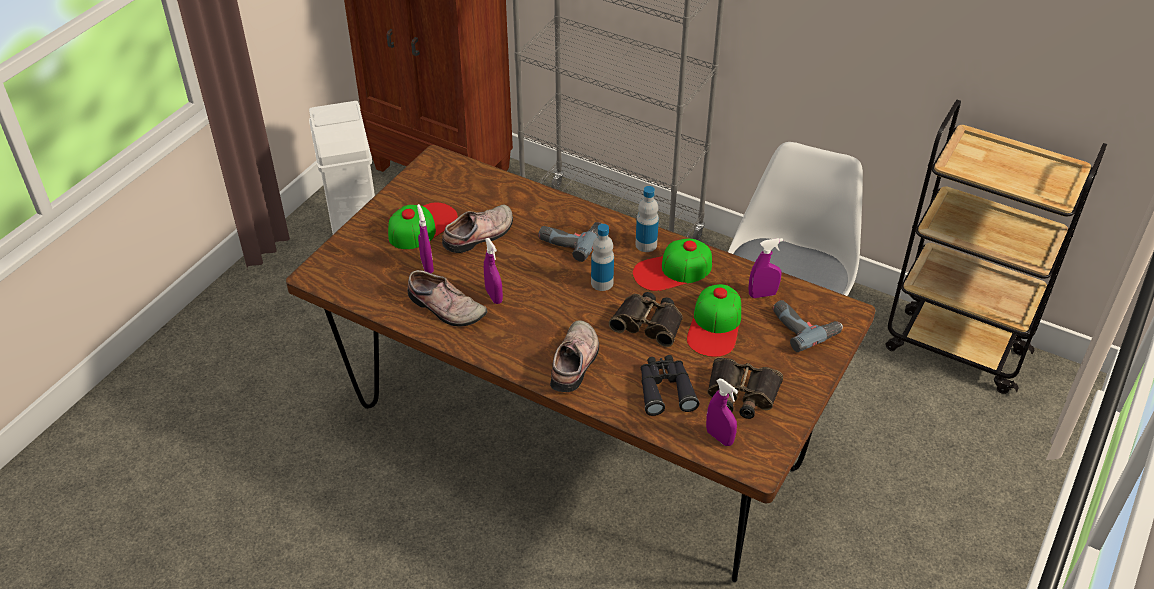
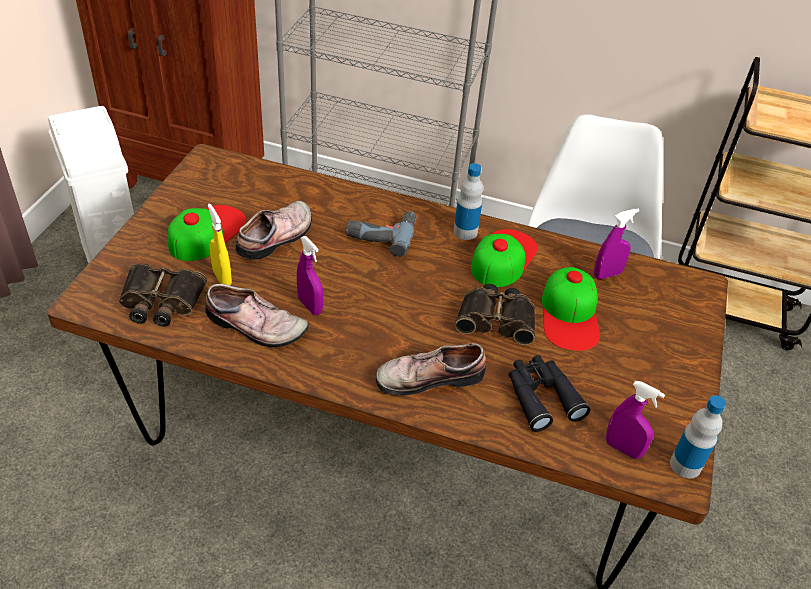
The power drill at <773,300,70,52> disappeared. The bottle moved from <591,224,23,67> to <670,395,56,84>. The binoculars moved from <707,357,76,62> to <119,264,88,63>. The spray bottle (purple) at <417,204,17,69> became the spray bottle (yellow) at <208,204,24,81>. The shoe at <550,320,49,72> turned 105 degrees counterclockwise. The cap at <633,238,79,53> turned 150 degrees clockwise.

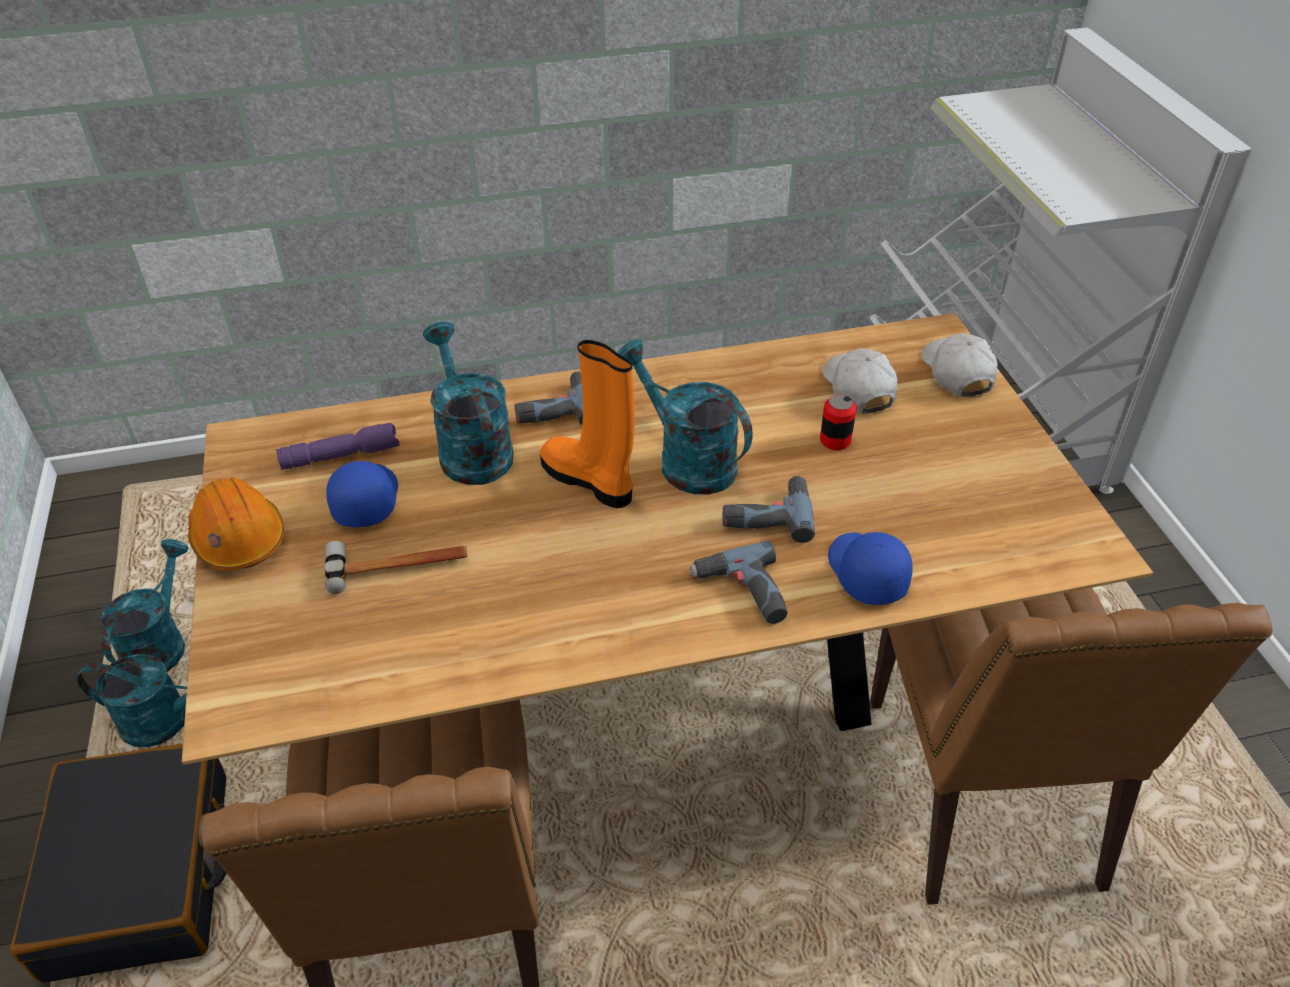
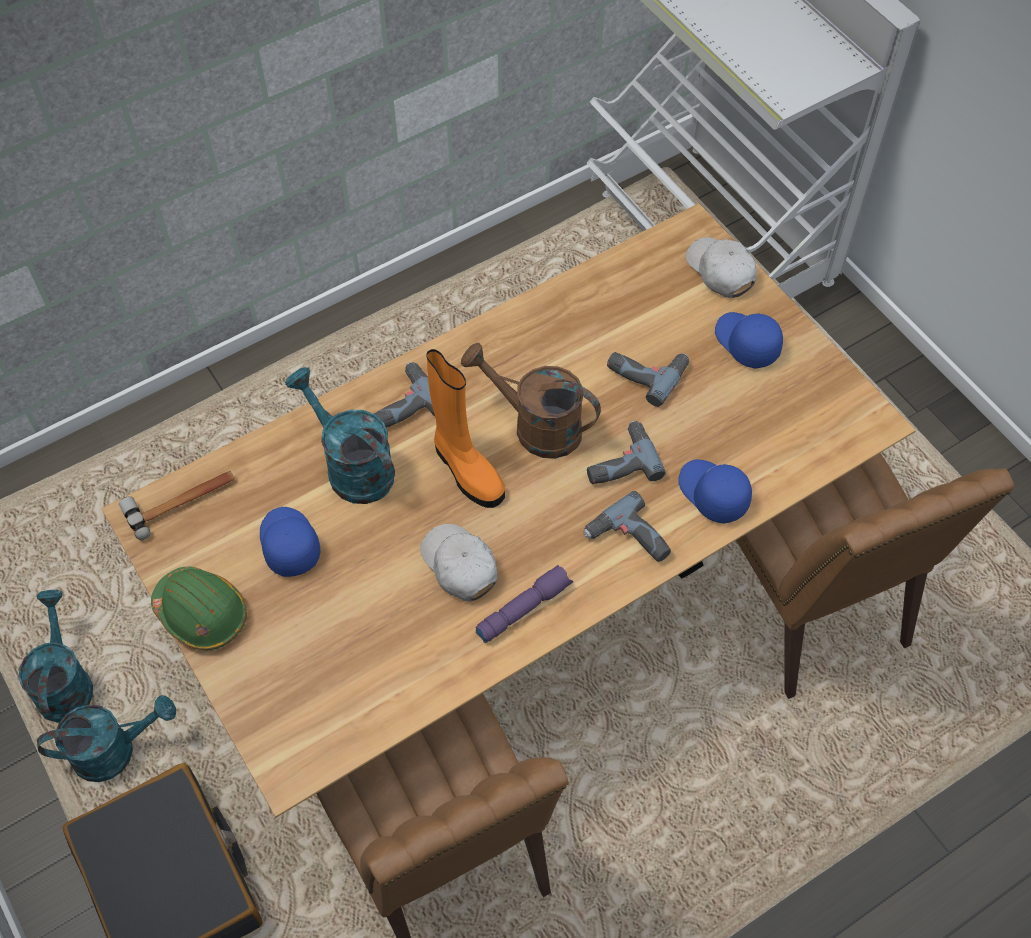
The cap (blue) at <715,312,68,57> appeared. The flashlight (purple) moved from <276,423,124,47> to <476,565,97,78>. The hammer moved from <325,541,142,53> to <119,471,116,69>. The cap (white) moved from <822,348,76,65> to <420,524,77,78>. The can at <820,395,37,55> was replaced by the power drill at <607,352,82,55>. The hard hat (orange) at <188,477,96,93> became the hard hat (green) at <151,566,96,84>. The watering can (turquoise) at <617,340,136,154> became the watering can (brown) at <461,343,140,116>. The boot (orange) at <540,340,95,168> turned 150 degrees counterclockwise.

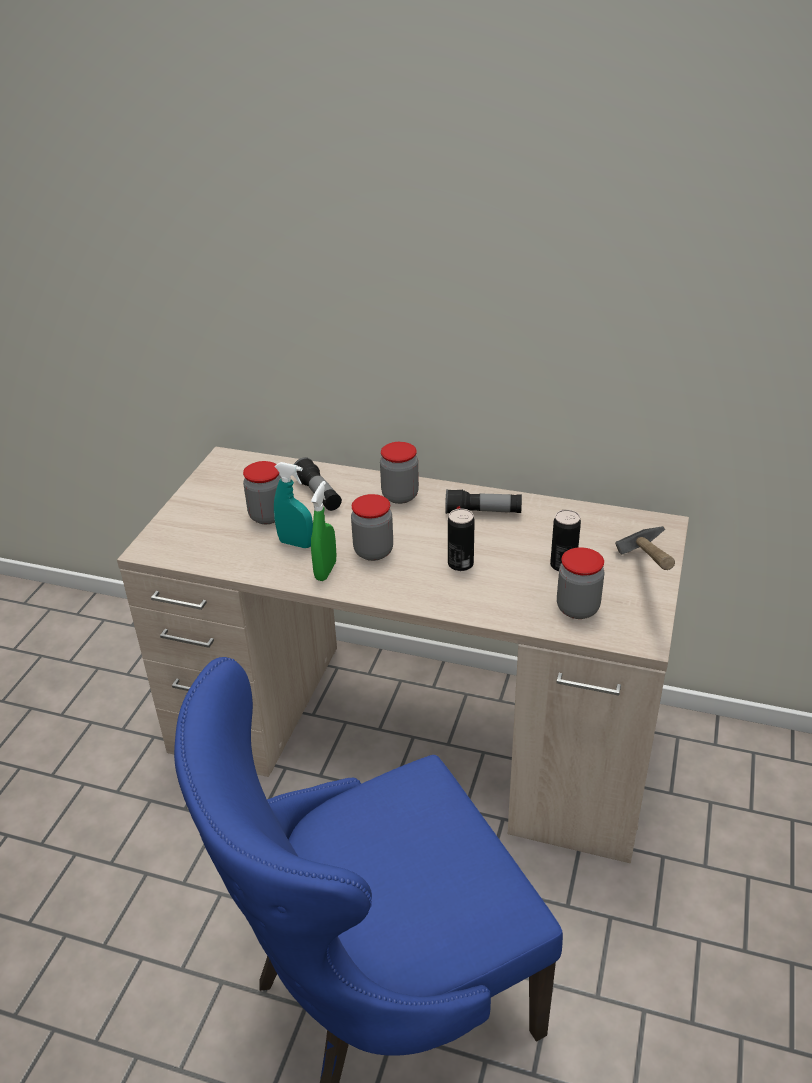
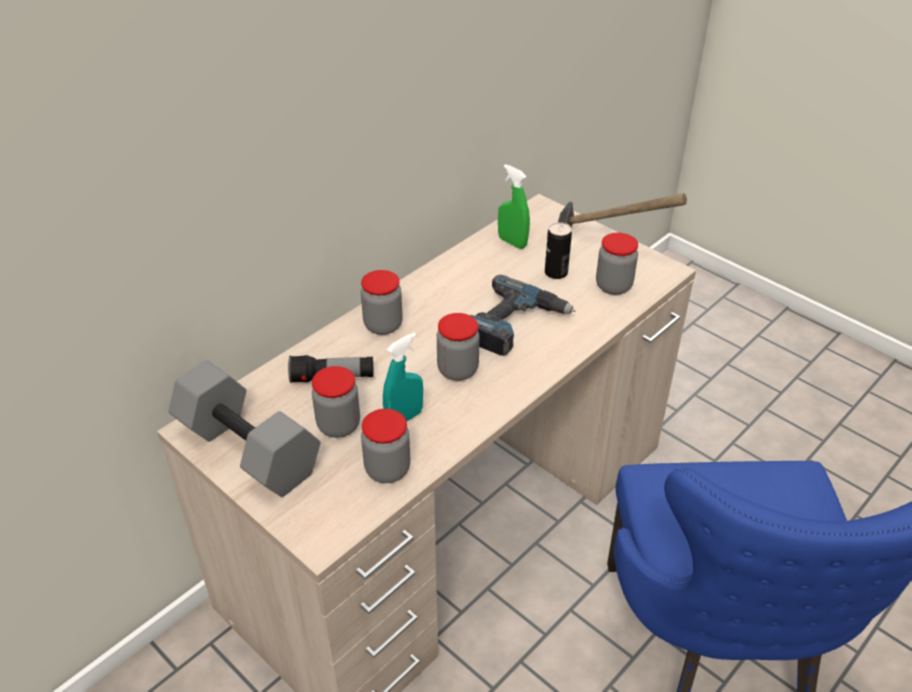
The flashlight at <445,489,77,25> disappeared. The dumbbell (grey) at <169,360,151,137> appeared. The jar at <361,409,49,74> appeared. The spray bottle (green) moved from <311,481,25,100> to <498,164,32,85>. The can at <448,508,27,63> was replaced by the power drill at <470,275,105,81>.

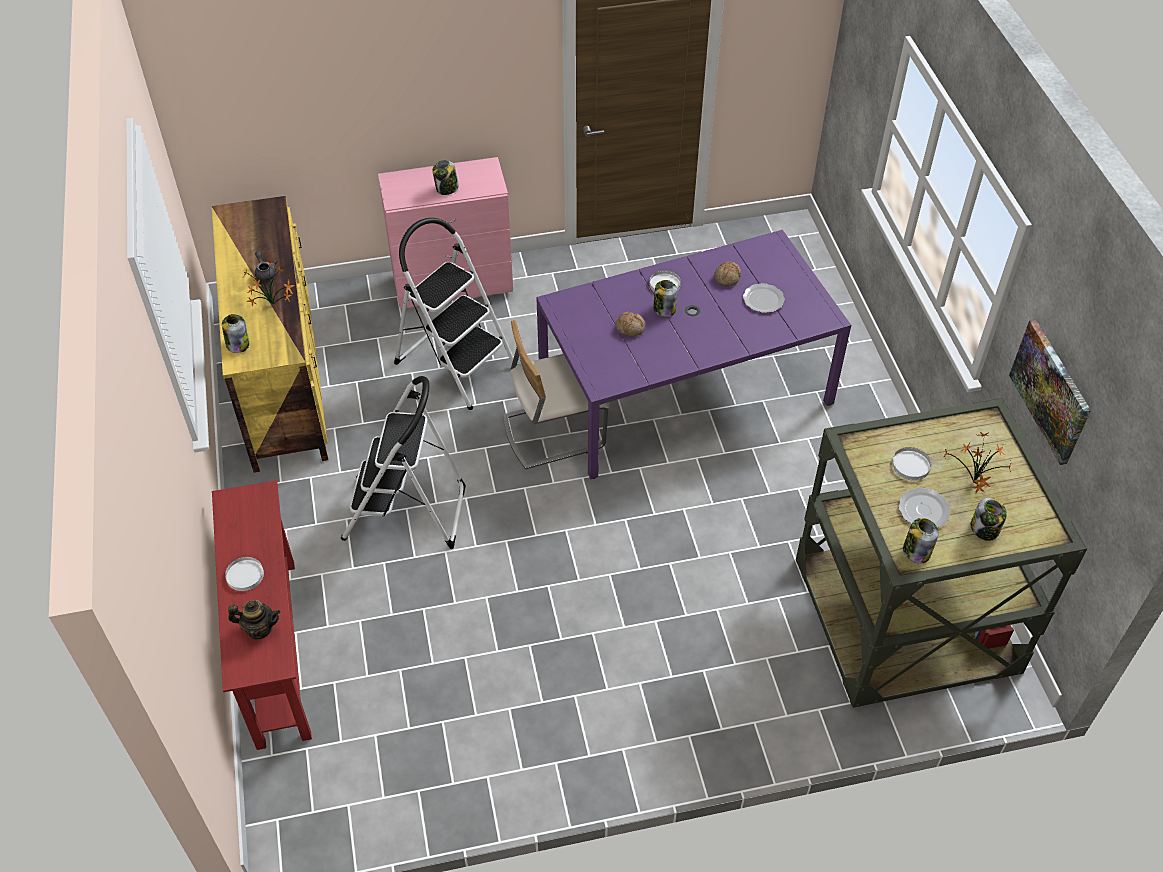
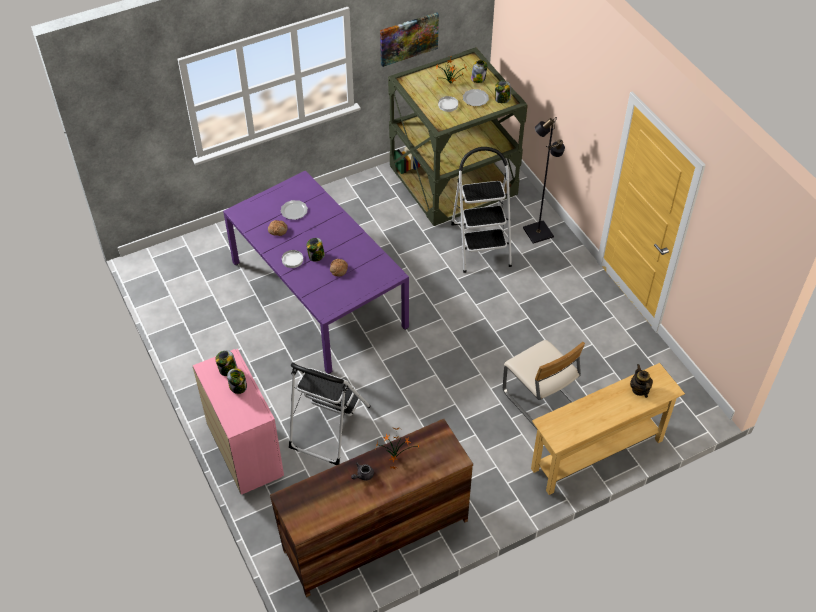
The plate (white) at <225,557,39,34> disappeared. The floor lamp (black) at <523,117,42,127> appeared. The jar moved from <222,314,27,39> to <215,350,22,26>. The step ladder moved from <341,376,125,173> to <451,147,61,126>. The chair (beige) moved from <503,320,107,150> to <503,340,82,89>. The cabinet (yellow) at <212,196,116,277> became the cabinet (brown) at <270,419,203,178>. The console table (red) at <212,480,100,270> became the console table (beige) at <531,363,154,132>.

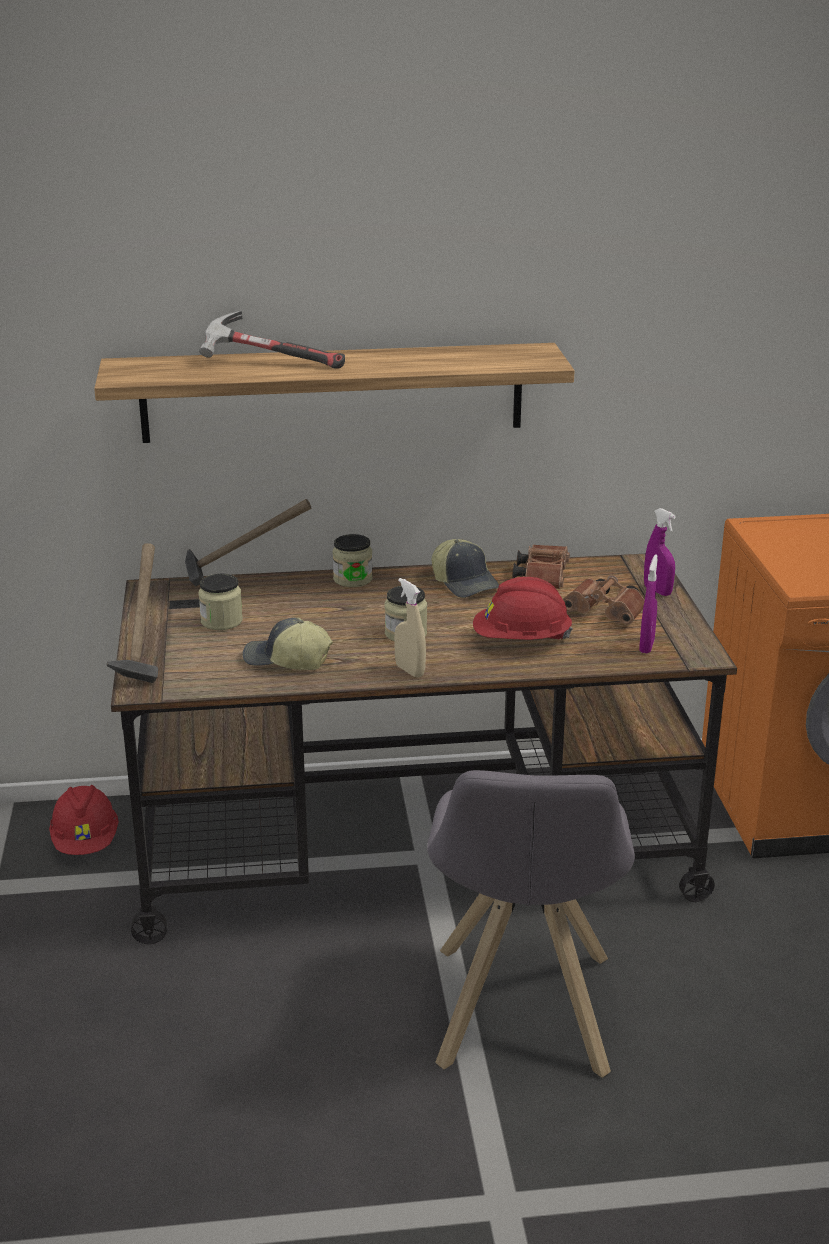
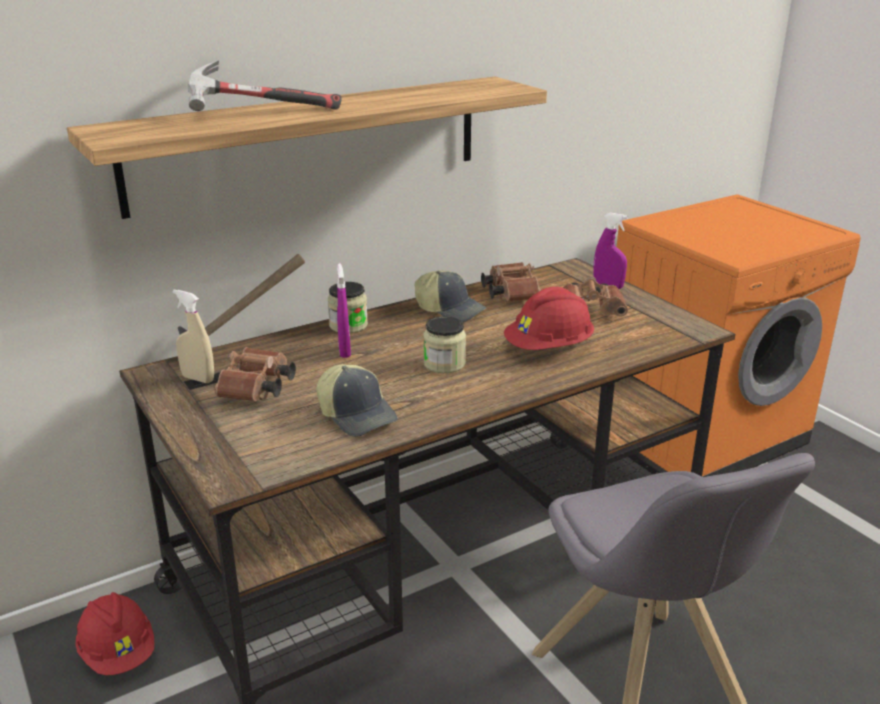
The hammer at <107,543,51,140> disappeared. The spray bottle (beige) moved from <394,578,32,100> to <173,290,41,93>. The spray bottle (purple) moved from <639,555,19,98> to <337,263,14,95>. The jar at <199,574,44,56> was replaced by the binoculars (brown) at <215,347,81,54>. The cap at <242,618,91,52> turned 120 degrees counterclockwise.

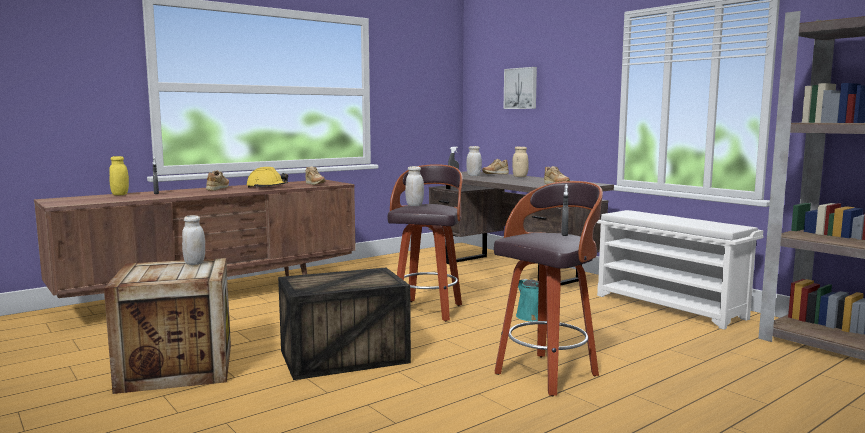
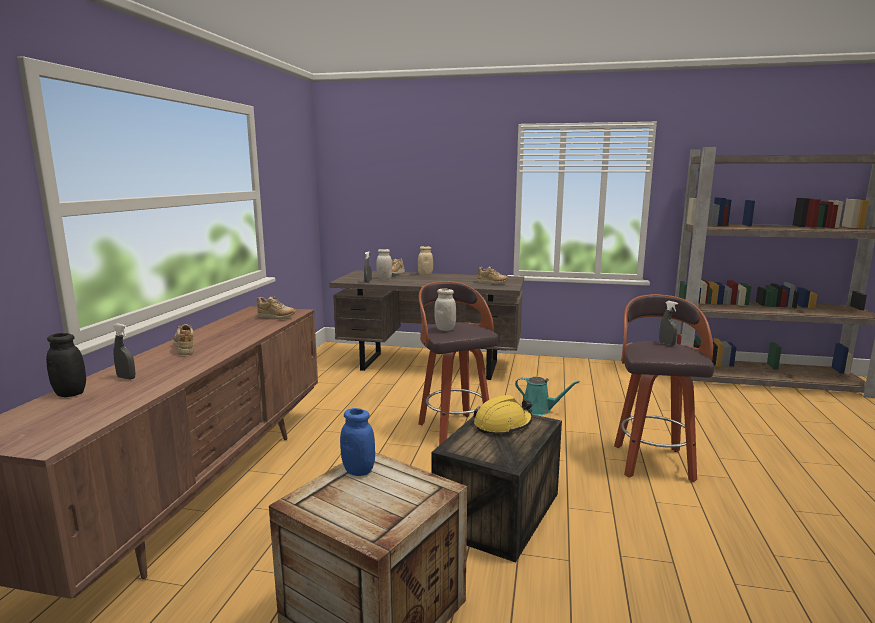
The picture at <504,67,33,42> disappeared. The shoe rack (white) at <597,210,167,120> disappeared. The hard hat (yellow) moved from <246,167,42,21> to <473,395,60,39>. The jar (yellow) at <109,156,20,39> became the jar (black) at <46,333,40,64>. The jar (white) at <182,215,23,50> became the jar (blue) at <340,408,35,68>.

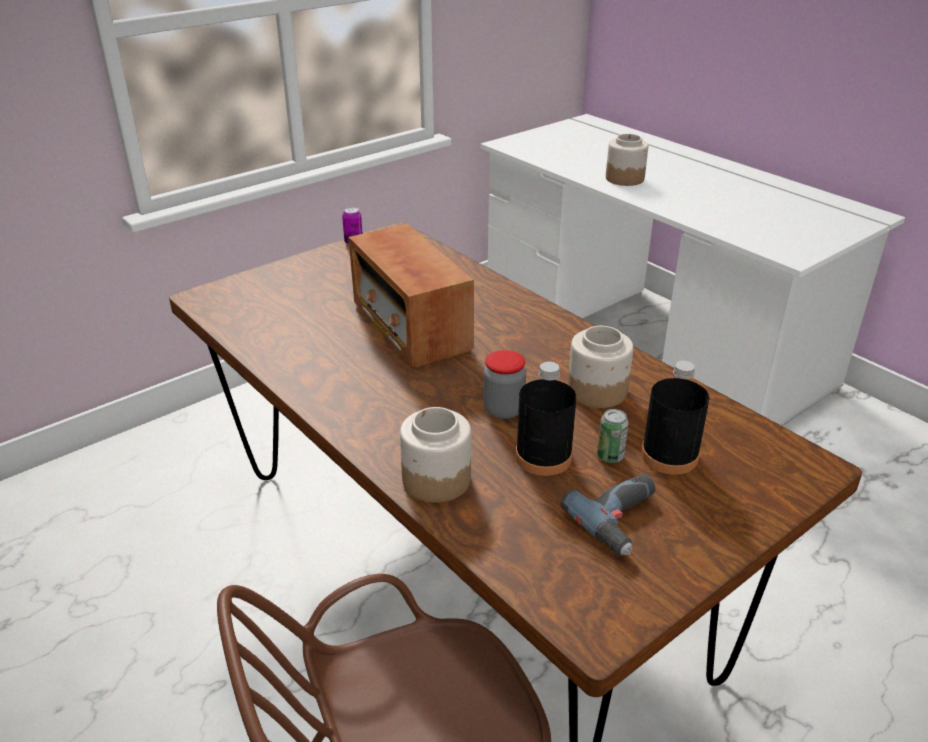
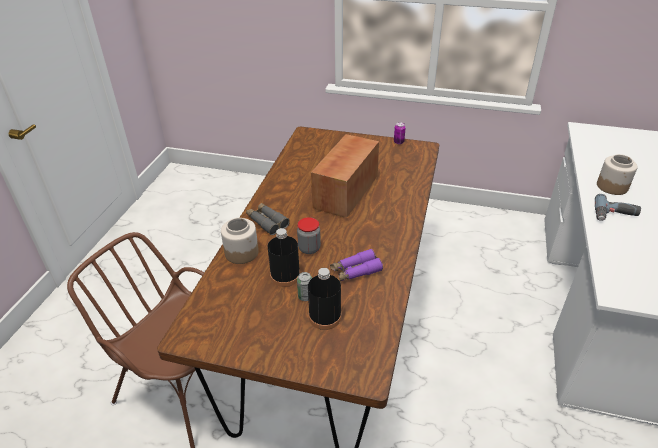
The binoculars (grey) at <246,203,44,32> appeared. The power drill moved from <560,474,95,81> to <595,194,46,27>. The jar at <568,326,65,82> was replaced by the binoculars (purple) at <330,249,53,32>.

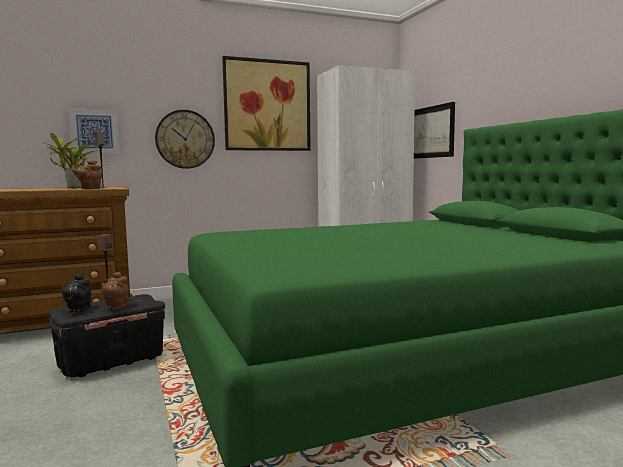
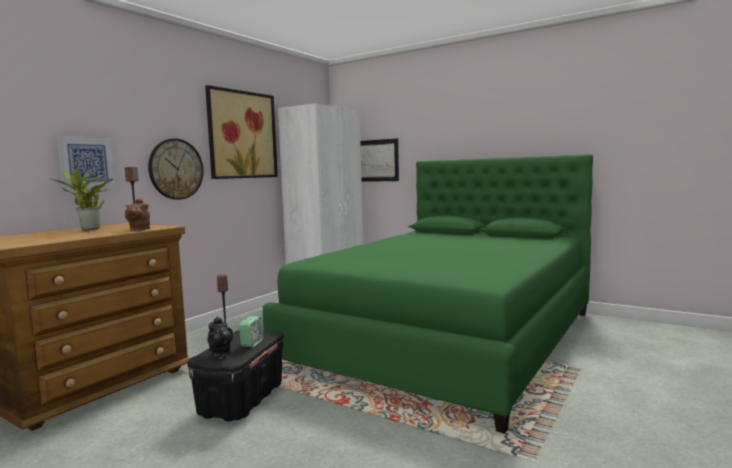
The teapot (brown) at <101,271,28,39> was replaced by the alarm clock at <239,316,25,31>.

